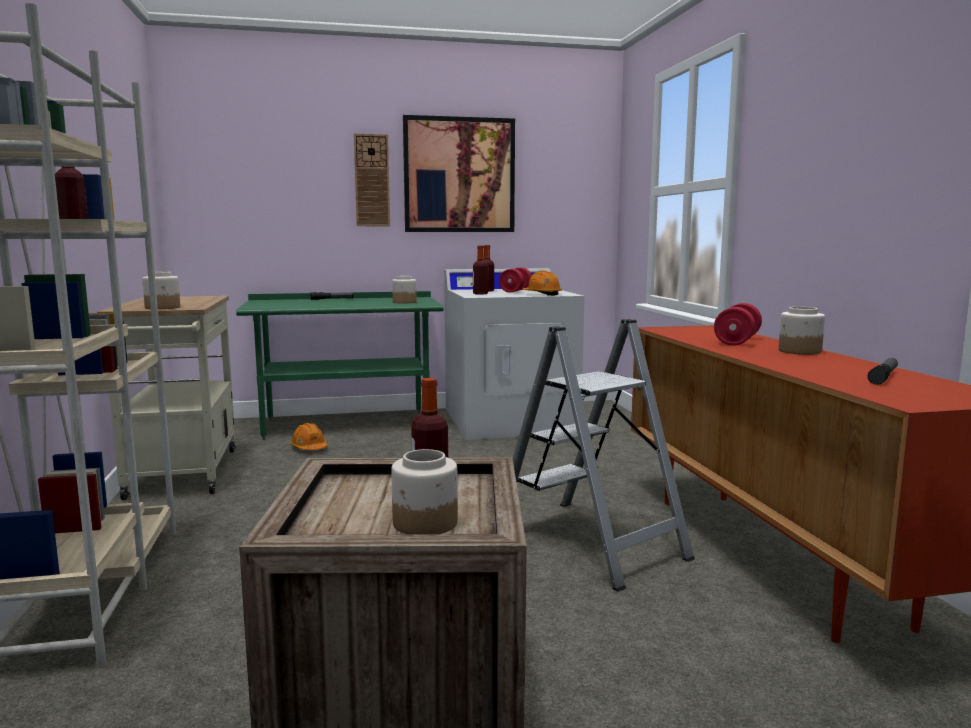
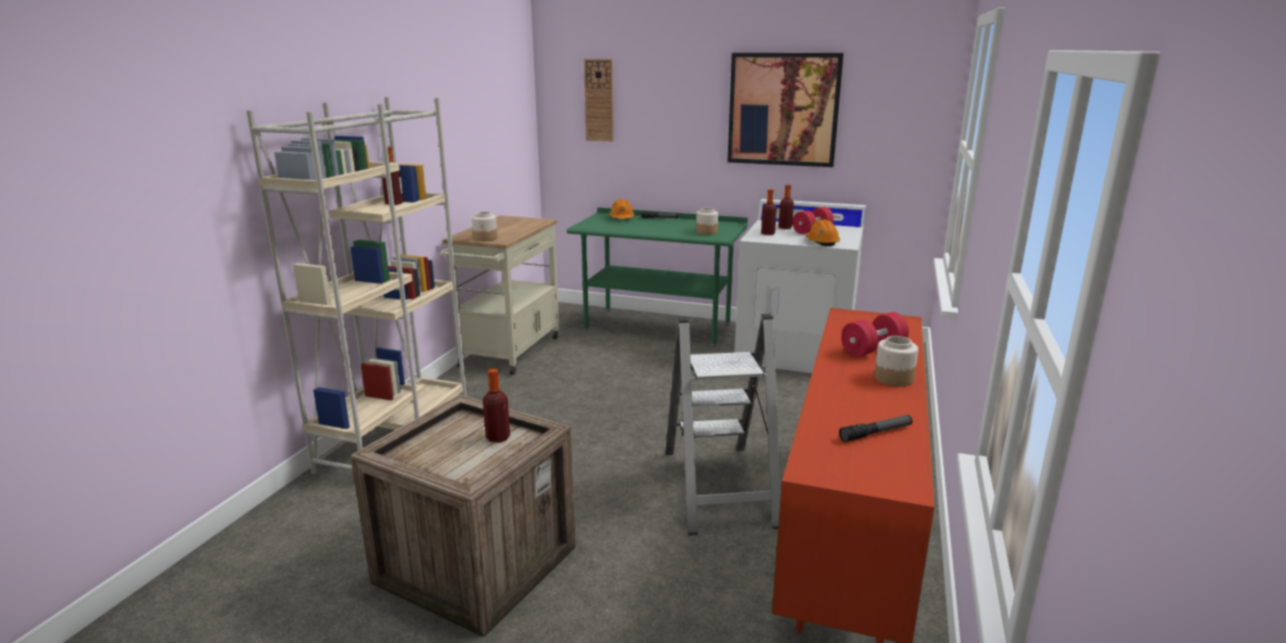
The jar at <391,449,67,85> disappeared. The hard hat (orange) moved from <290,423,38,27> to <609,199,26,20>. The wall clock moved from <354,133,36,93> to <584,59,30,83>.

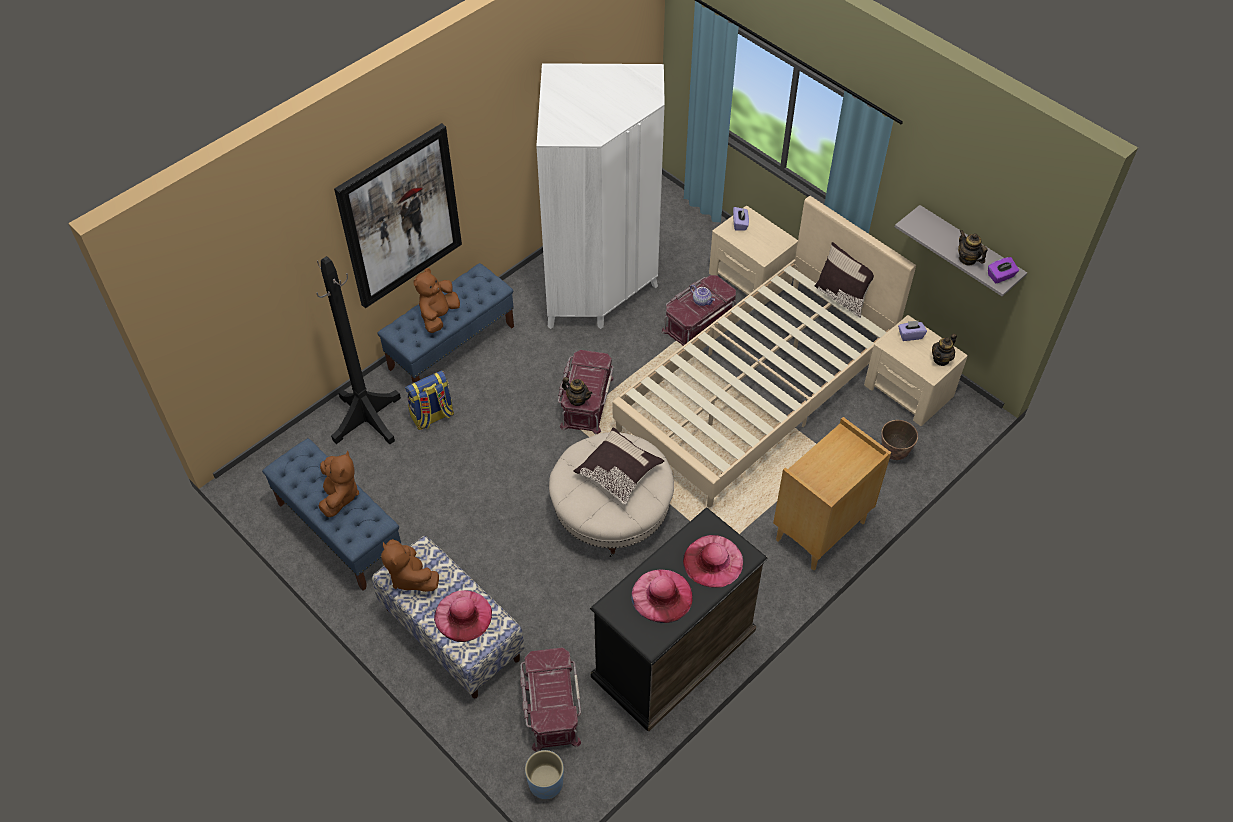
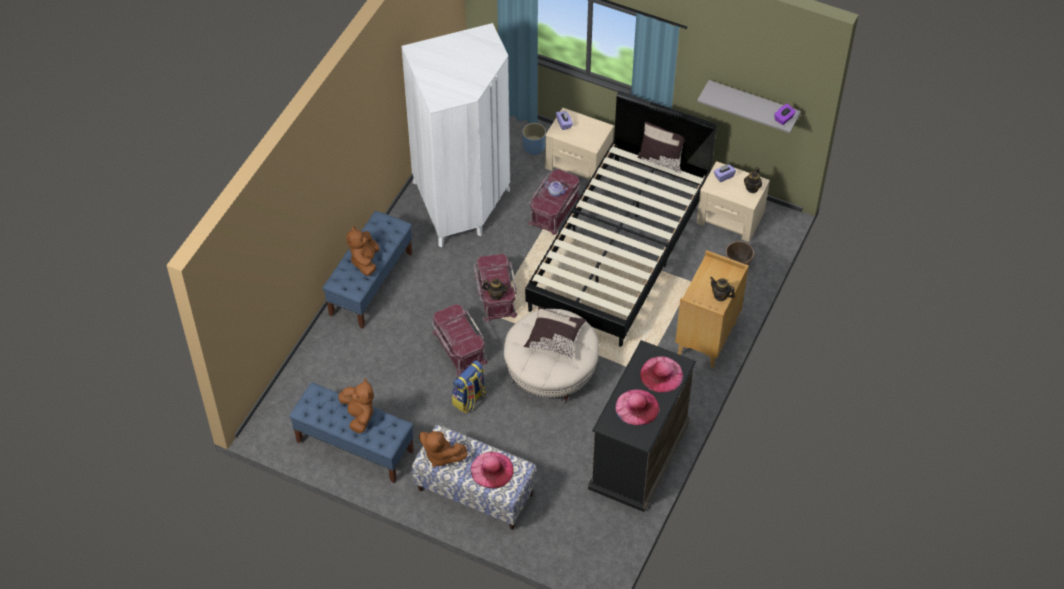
The clothes rack (black) at <317,256,84,188> disappeared. The picture at <334,123,128,185> disappeared. The backpack moved from <405,370,49,60> to <452,360,34,53>. The storage box (red) moved from <520,647,62,105> to <432,304,56,72>. The planter (blue) moved from <525,750,39,49> to <522,123,24,32>. The teapot moved from <958,230,29,35> to <710,277,25,24>. The bed (beige) at <613,196,303,312> became the bed (black) at <525,91,192,256>.

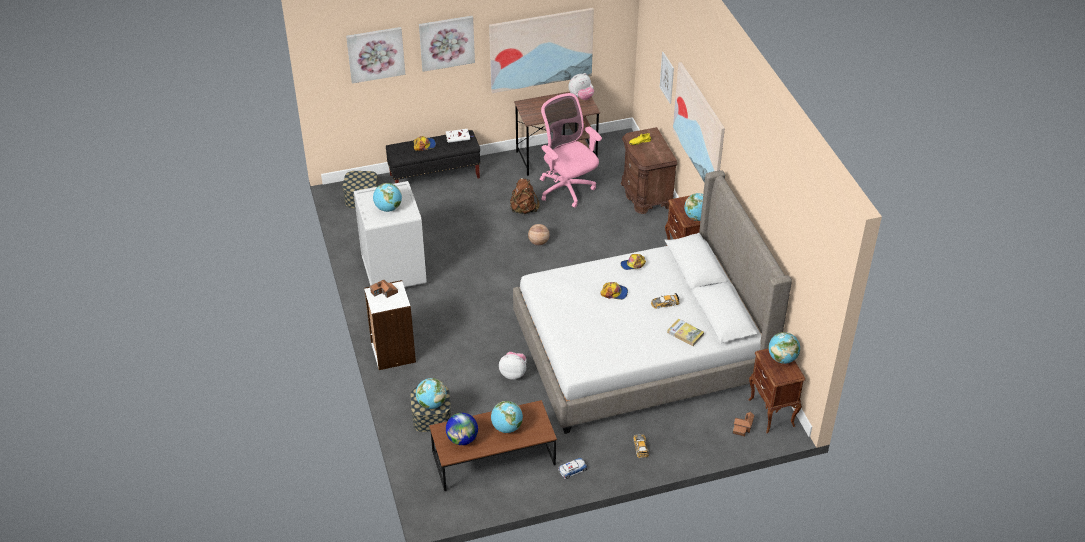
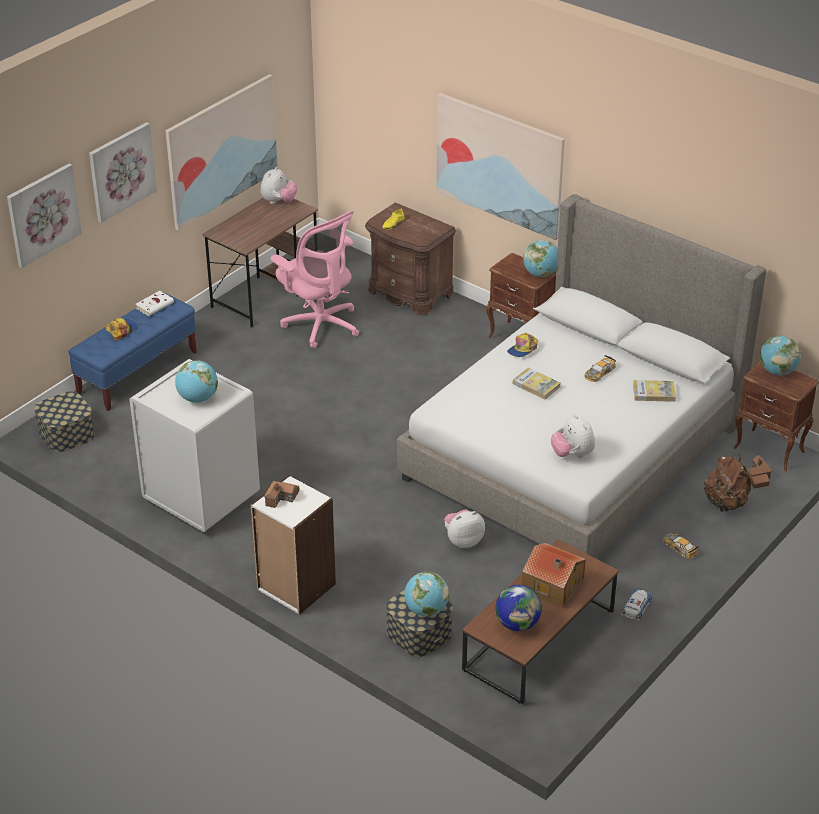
The basketball at <528,224,22,21> disappeared. The picture at <660,52,14,52> disappeared. The plush toy at <551,415,44,43> appeared. The backpack (brown) moved from <510,178,30,36> to <704,454,47,58>. The globe at <491,401,32,32> was replaced by the toy house at <522,543,64,65>. The cap at <600,282,28,18> was replaced by the book at <513,368,47,31>. The bench (black) at <386,130,95,53> became the bench (blue) at <68,293,129,118>. The office chair (pink) at <540,93,62,115> turned 150 degrees counterclockwise.

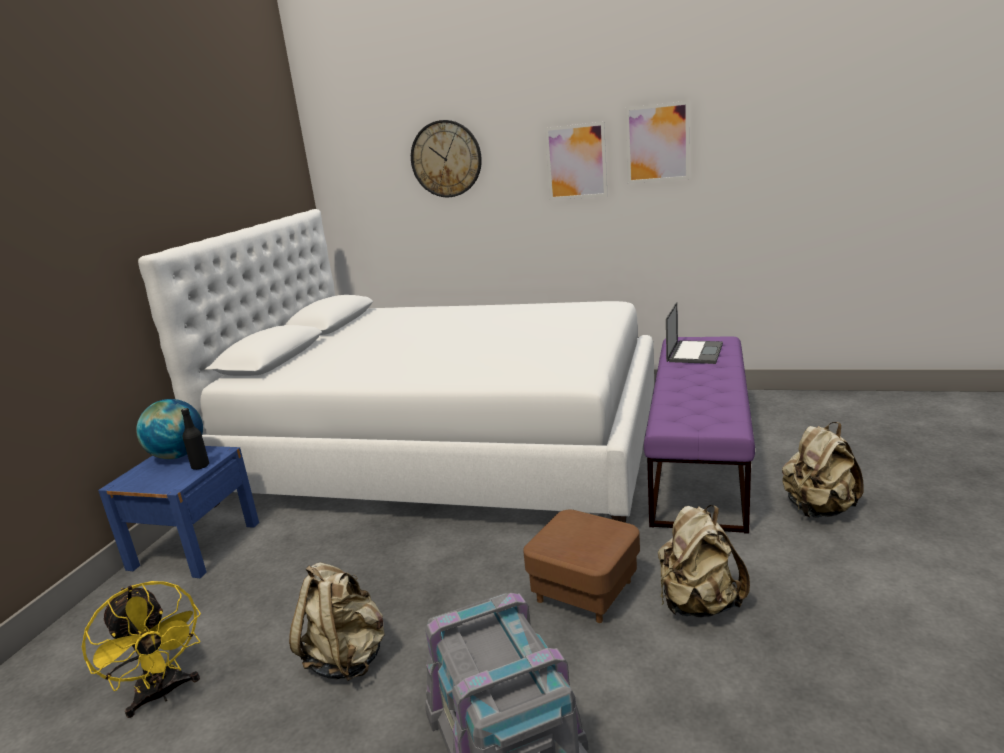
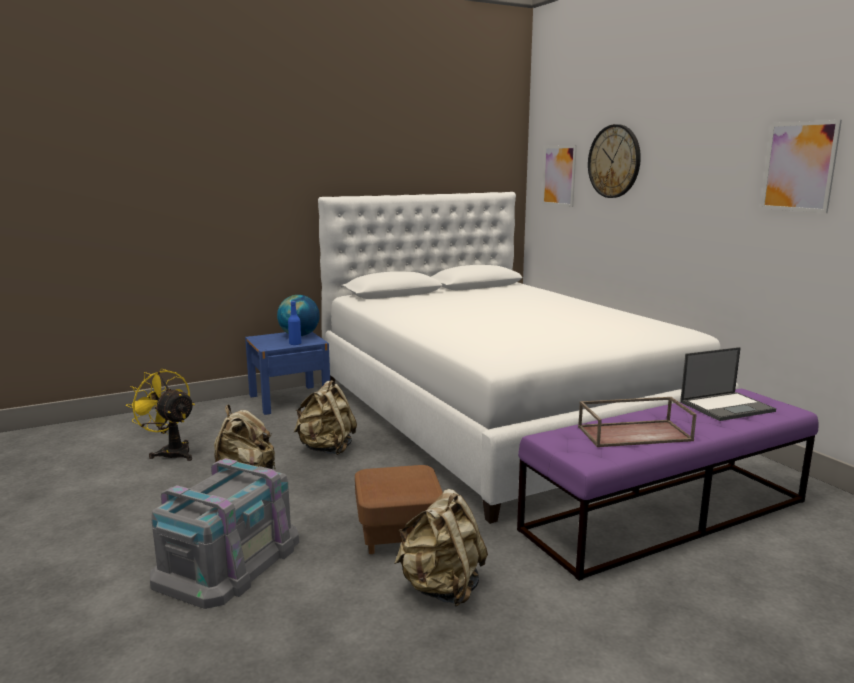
The tray (brown) at <578,397,119,50> appeared. The picture moved from <545,122,63,78> to <542,145,35,62>. The backpack (beige) moved from <782,422,82,96> to <294,380,63,75>. The bottle (black) at <181,408,28,62> became the bottle (blue) at <288,301,13,44>. The fan (yellow) at <82,581,119,137> turned 120 degrees clockwise.

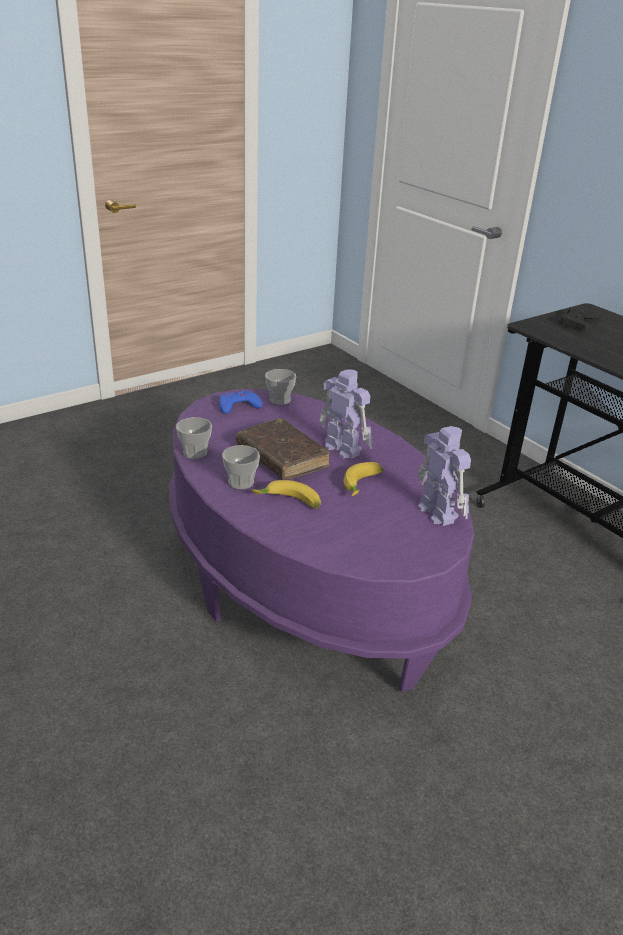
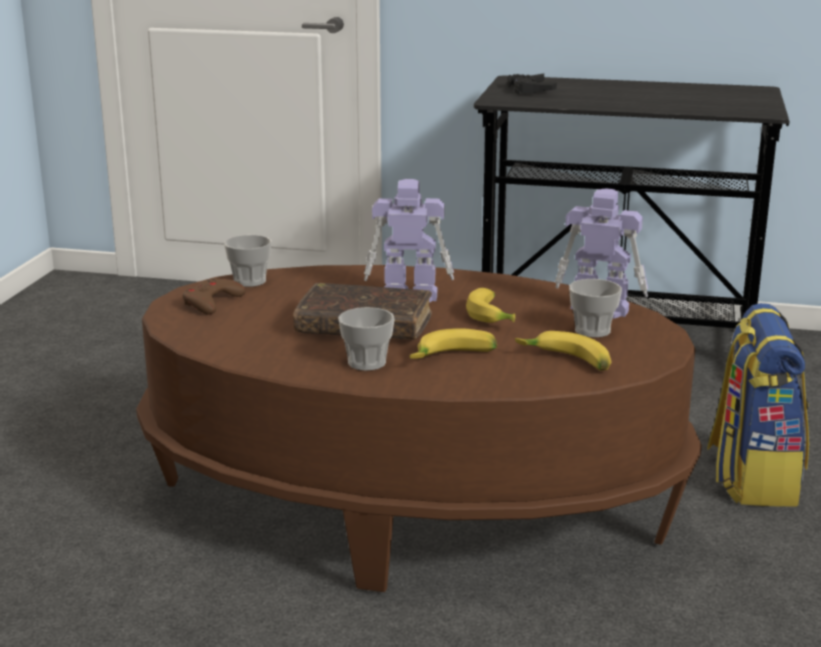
The banana at <515,331,96,40> appeared. The backpack at <707,303,102,204> appeared. The cup moved from <176,417,36,42> to <569,279,53,59>. The coffee table (purple) at <169,389,306,303> became the coffee table (brown) at <136,265,566,327>. The game controller (blue) at <219,391,44,23> became the game controller (brown) at <182,278,64,37>.

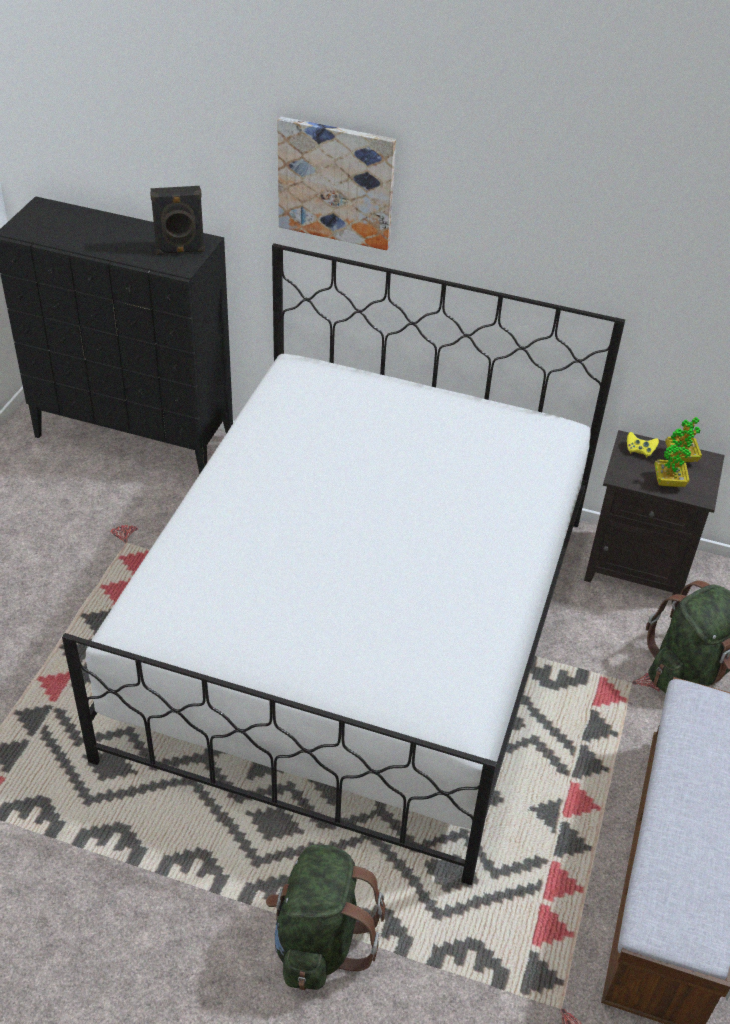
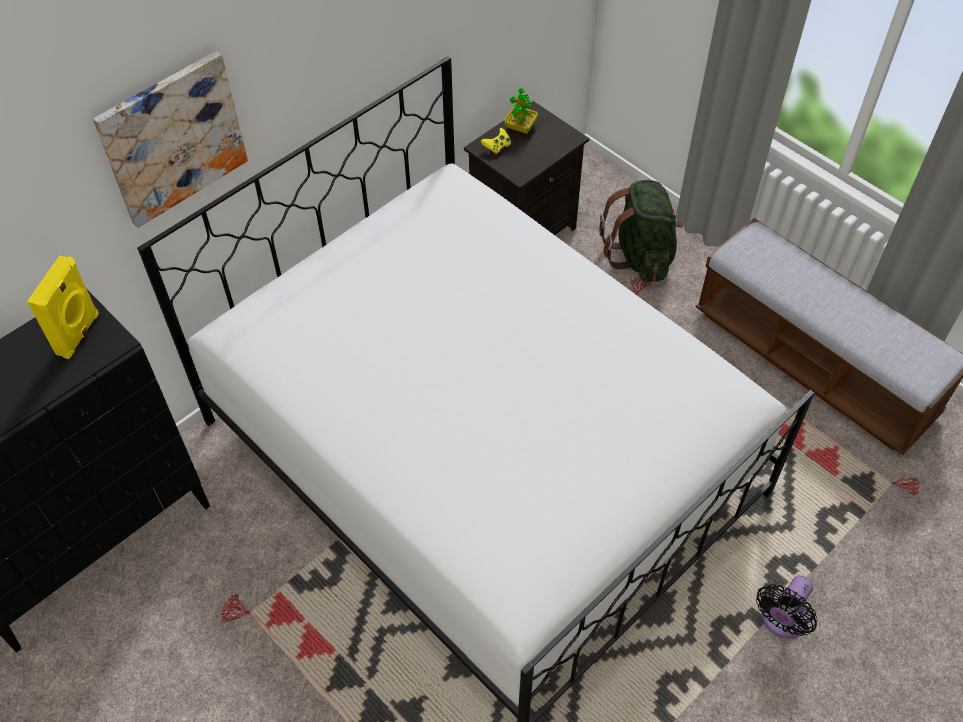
The potted plant at <654,445,37,42> disappeared. The backpack (green) at <266,845,119,145> was replaced by the fan (black) at <756,575,62,63>. The speaker (black) at <150,186,55,69> became the speaker (yellow) at <27,255,72,104>.

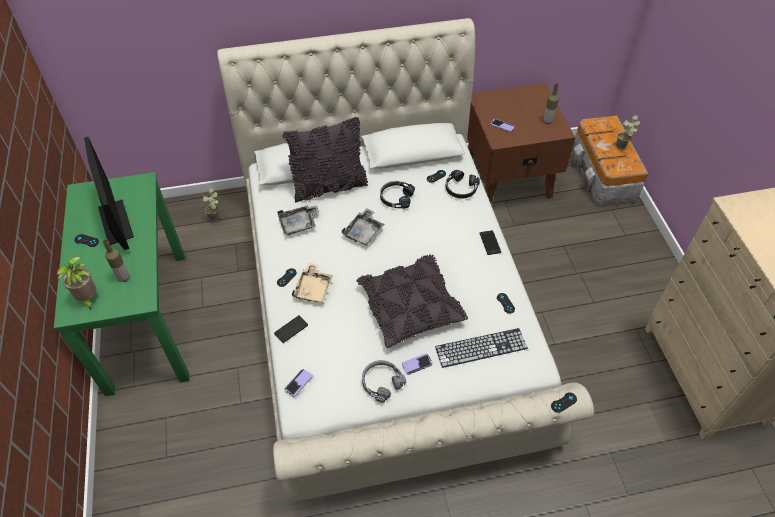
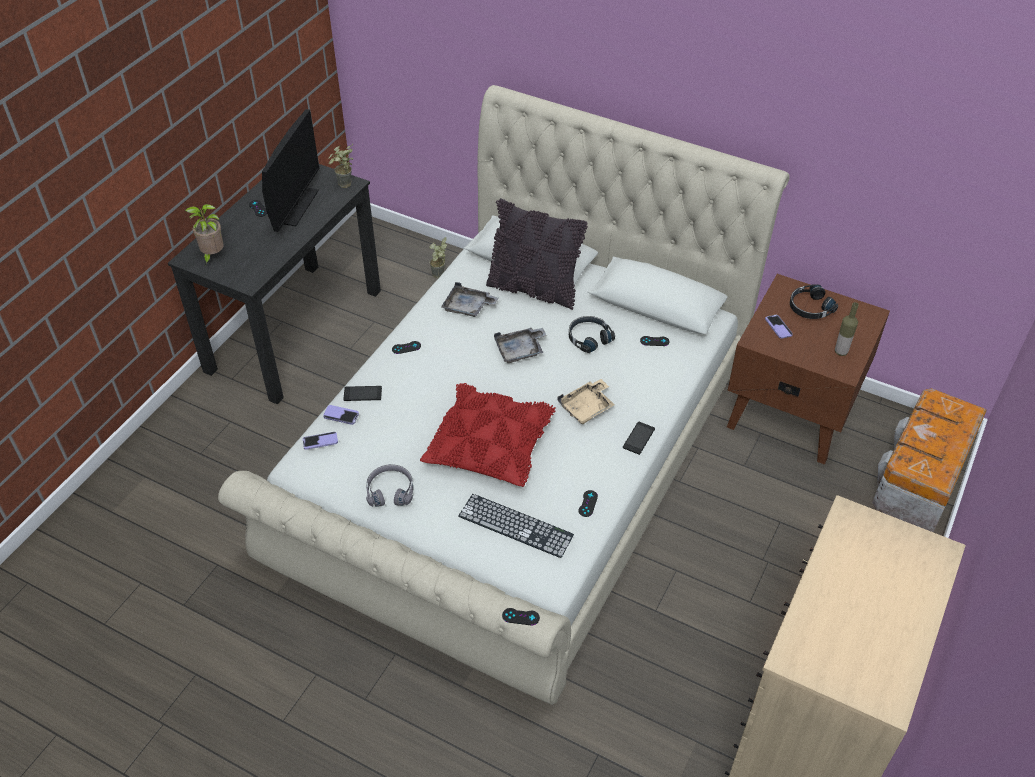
The bottle at <103,239,27,43> disappeared. The tray (beige) moved from <292,263,41,40> to <558,379,57,45>. The phone moved from <402,353,31,22> to <323,405,36,20>. The headphones (black) moved from <445,170,35,29> to <790,284,48,35>. The potted plant moved from <616,115,24,35> to <328,144,25,44>. The desk (green) at <54,172,135,224> became the desk (black) at <168,164,213,241>. The pillow (black) at <356,255,112,93> became the pillow (red) at <420,383,136,104>.

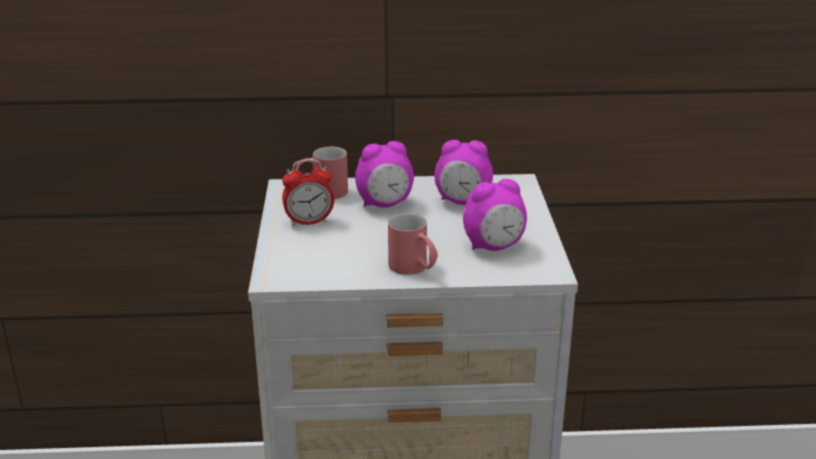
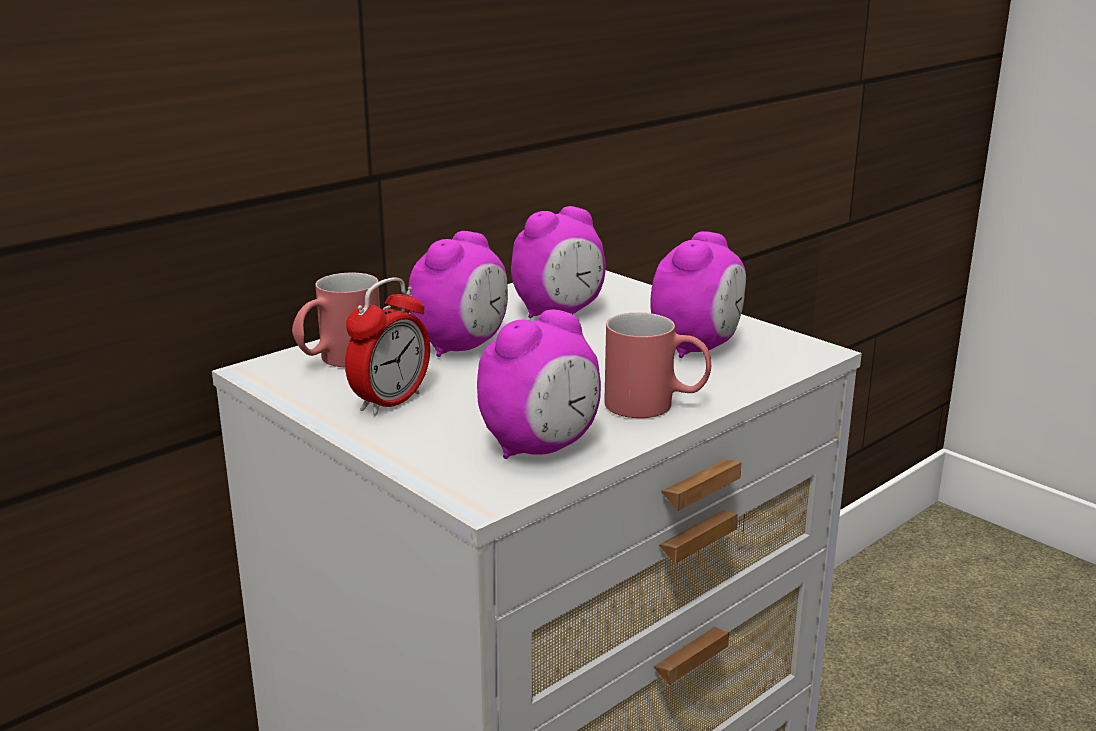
The alarm clock at <477,309,124,150> appeared.

